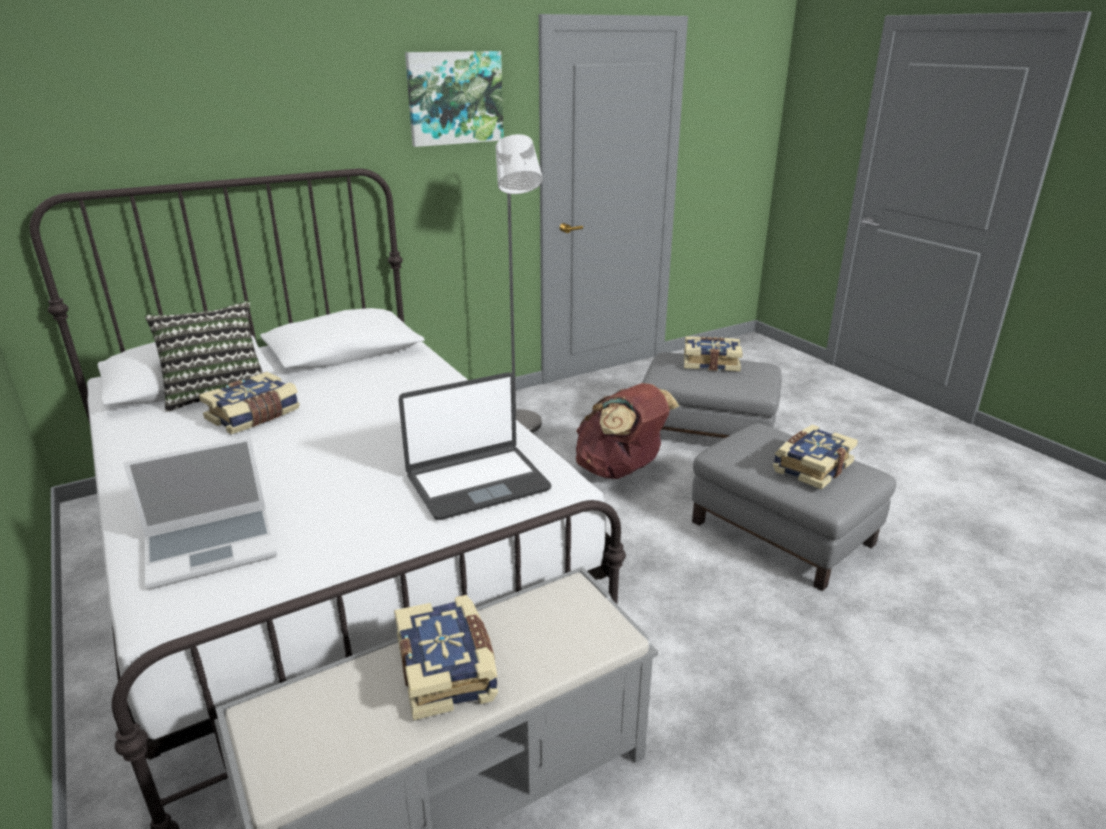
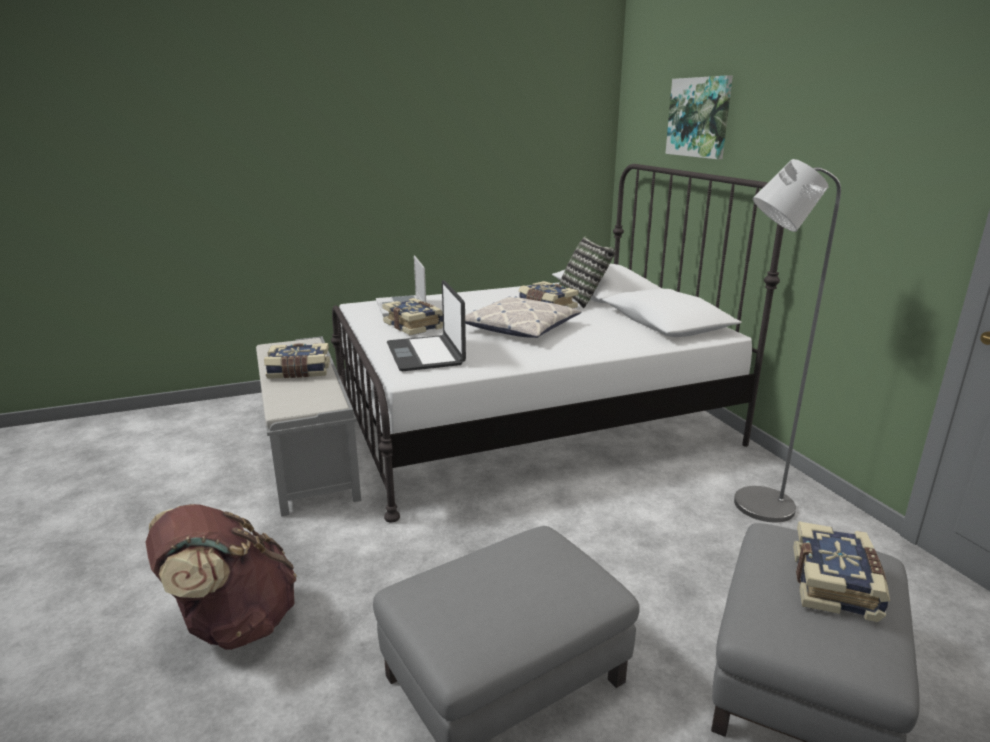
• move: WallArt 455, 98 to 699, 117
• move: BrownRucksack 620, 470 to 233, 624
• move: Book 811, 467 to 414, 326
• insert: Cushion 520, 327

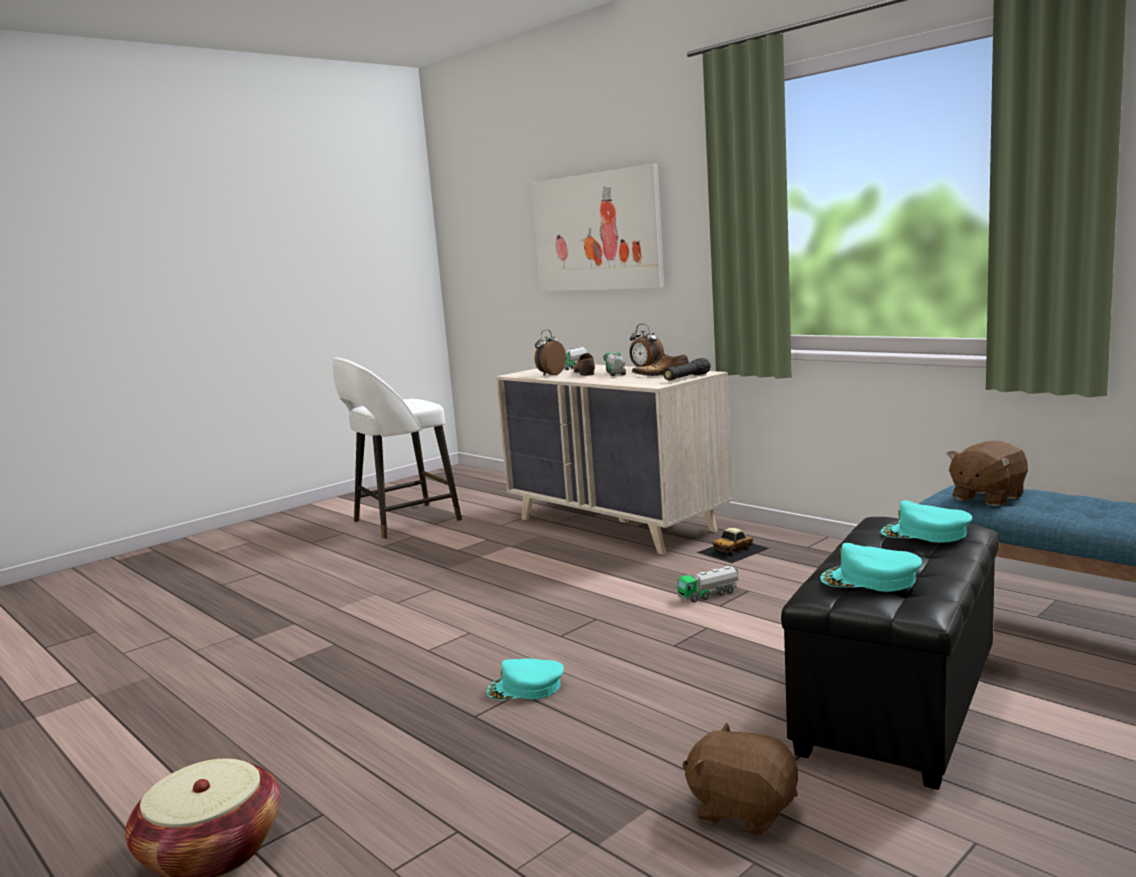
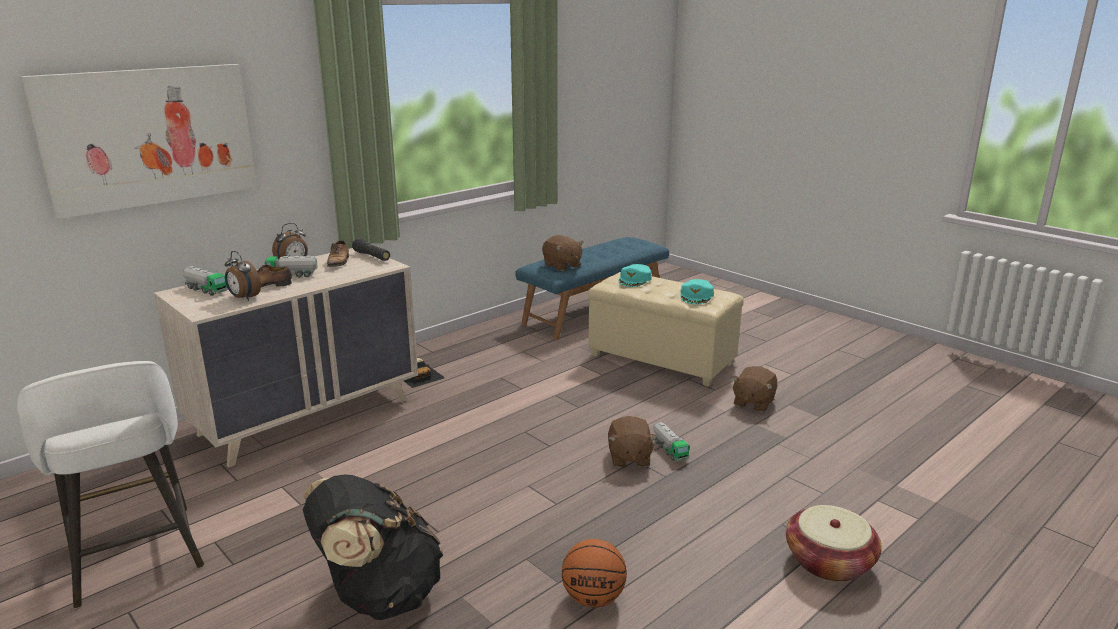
• recolor: BlackPouffe 901, 706 to BeigePouffe 662, 359
• move: ToyLorry 708, 595 to 669, 450
• replace: TurquoiseBaseballCap 526, 688 to BrownSoftToy 629, 458
• insert: BlackRucksack 378, 595
• insert: BasketballBall 593, 598

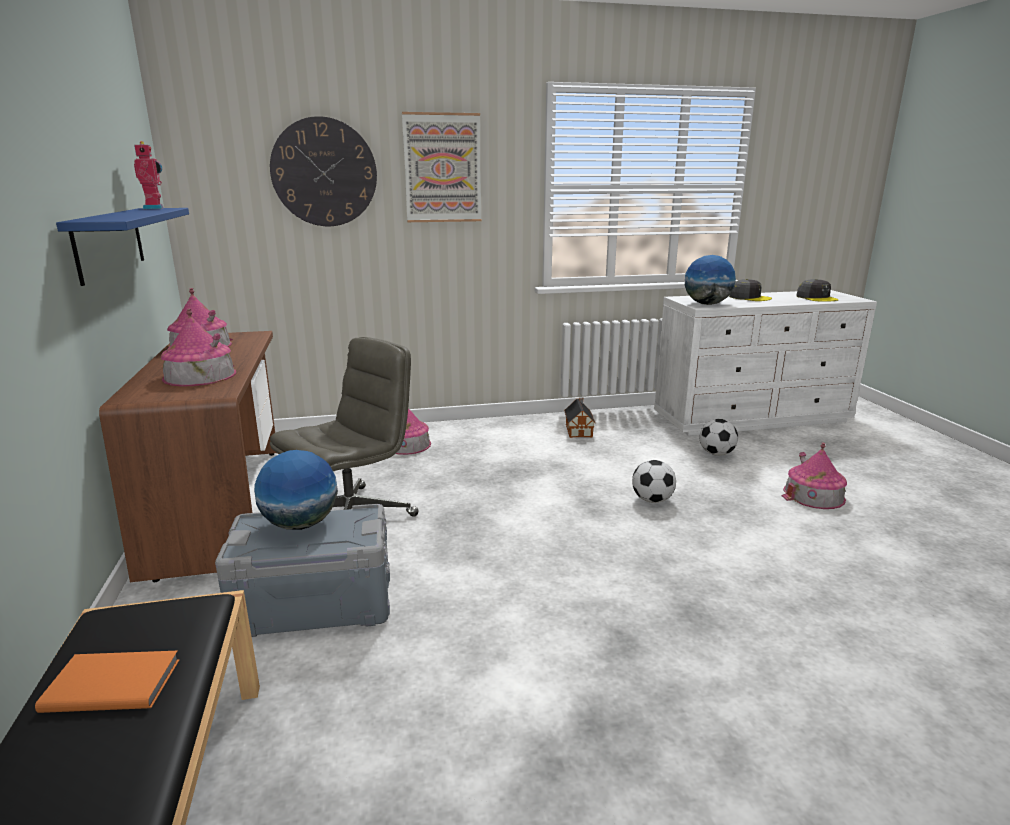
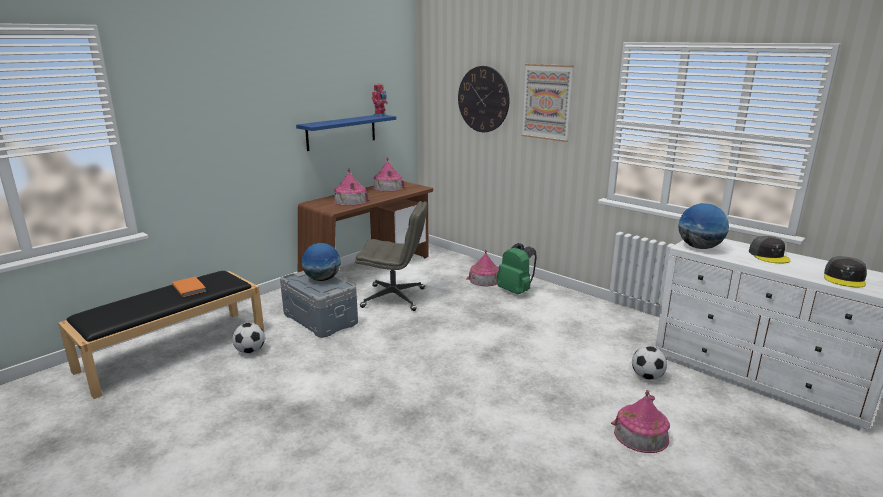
• delete: ToyHouse 579, 430
• move: Football 652, 500 to 250, 351
• insert: GreenishRucksack 516, 291

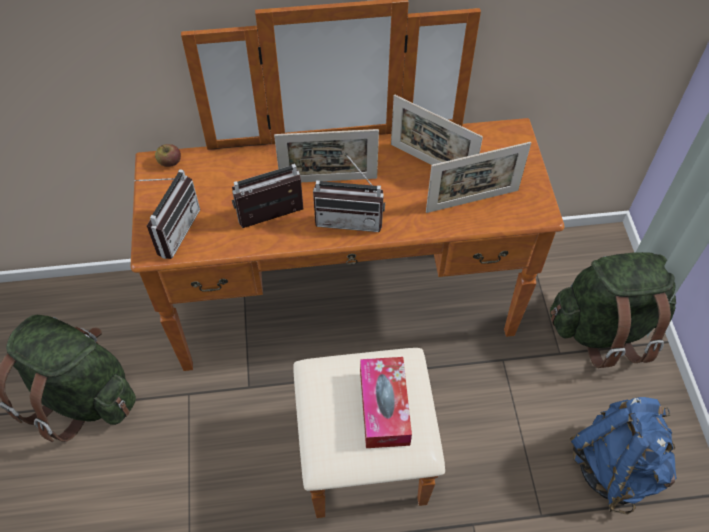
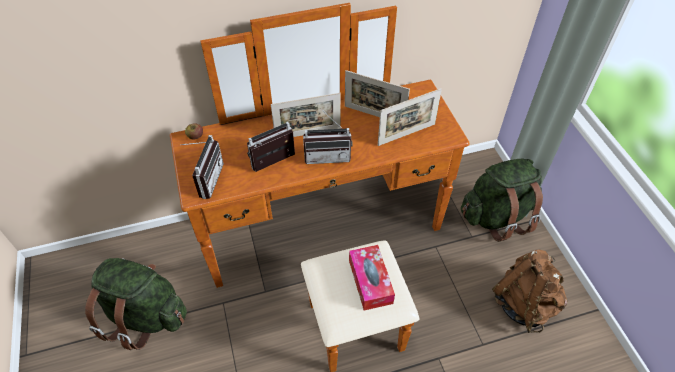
• recolor: BluishRucksack 615, 466 to BrownRucksack 524, 303

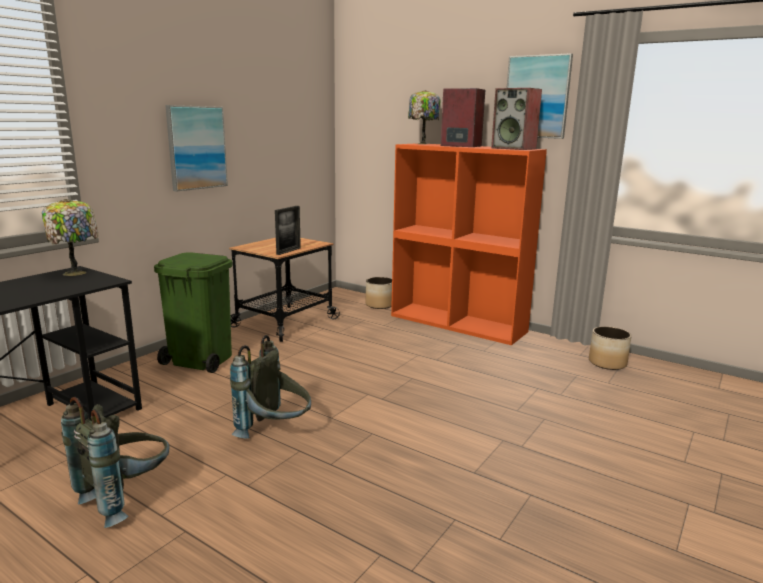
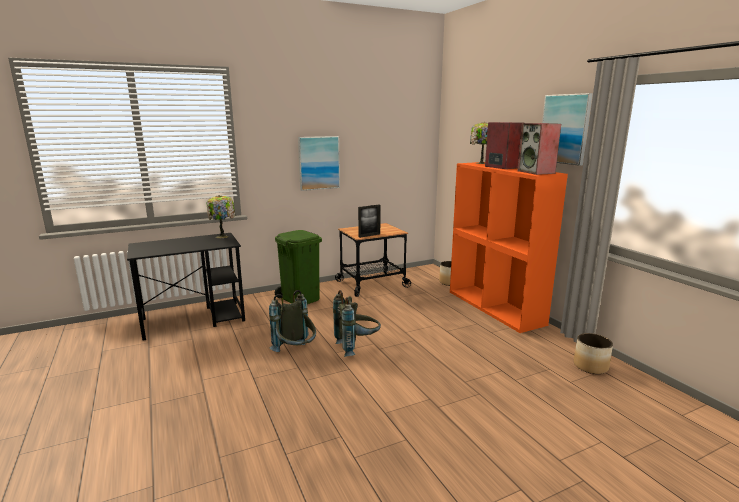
• move: GreyishRucksack 127, 497 to 357, 347

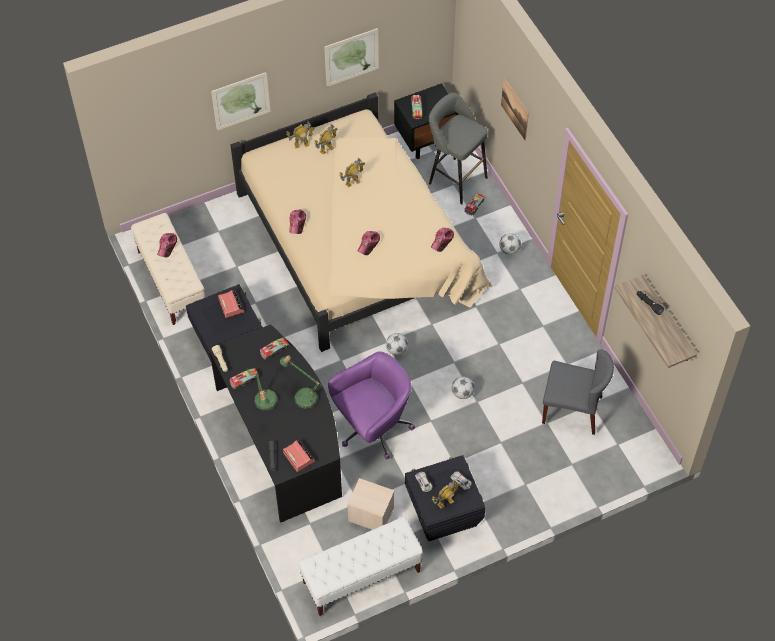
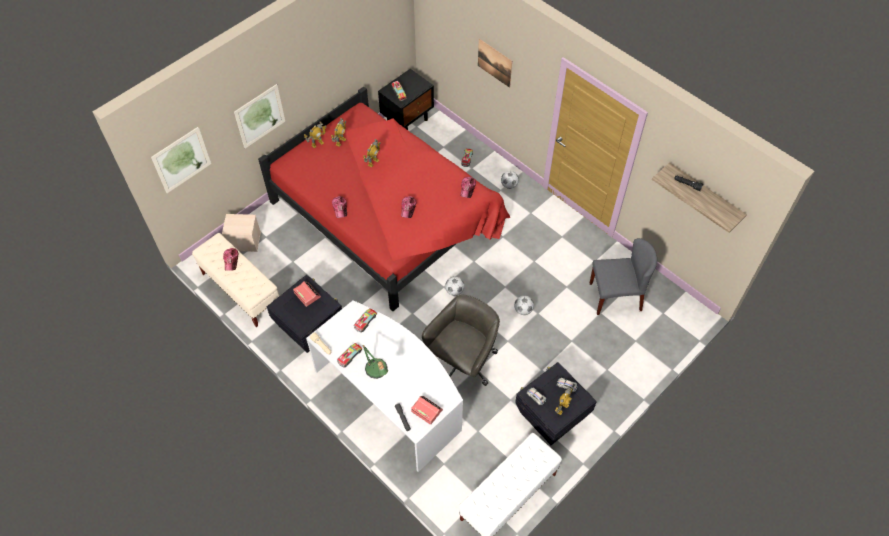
• move: WallArt 351, 57 to 181, 160
• recolor: BeigeBedroomBed 359, 244 to ReddishBedroomBed 388, 214
• delete: GreyishStool 455, 179
• recolor: BlackDeskUnit 282, 439 to WhitishDeskUnit 390, 397
• recolor: PurpleDeskChair 373, 428 to GreyishDeskChair 462, 362
• delete: LampForATable 303, 395
• move: BeigeStorageBox 370, 514 to 244, 241

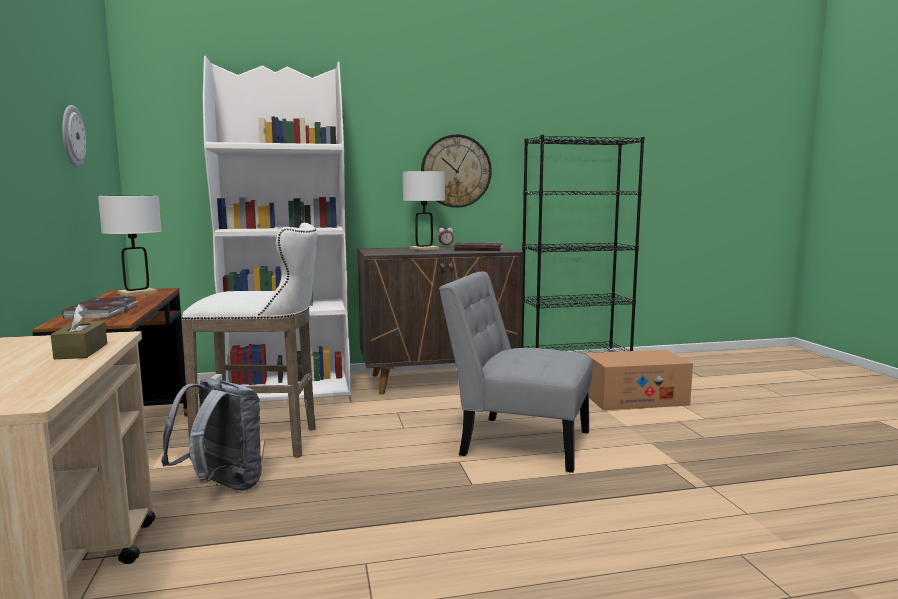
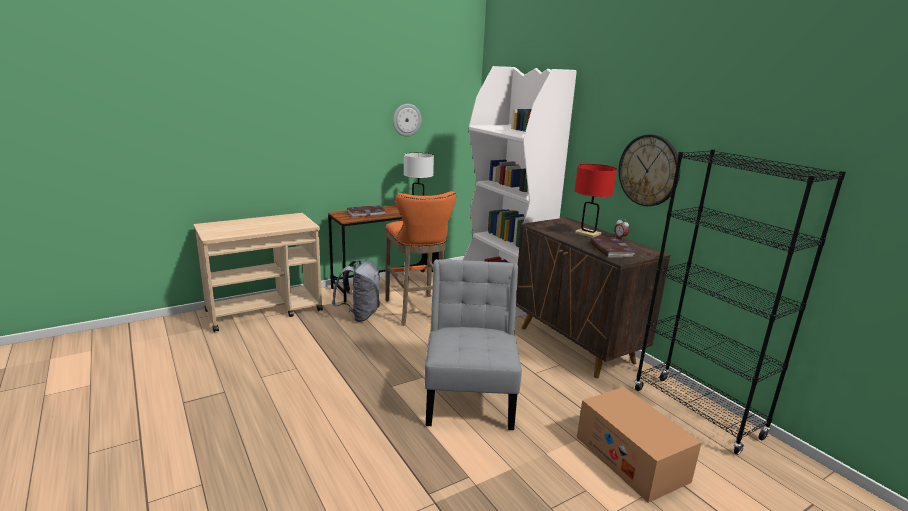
• recolor: WhitishLampForATable 424, 249 to ReddishLampForATable 587, 233
• recolor: WhitishStool 264, 442 to OrangeyStool 416, 311
• delete: BrownTissueHolder 81, 351

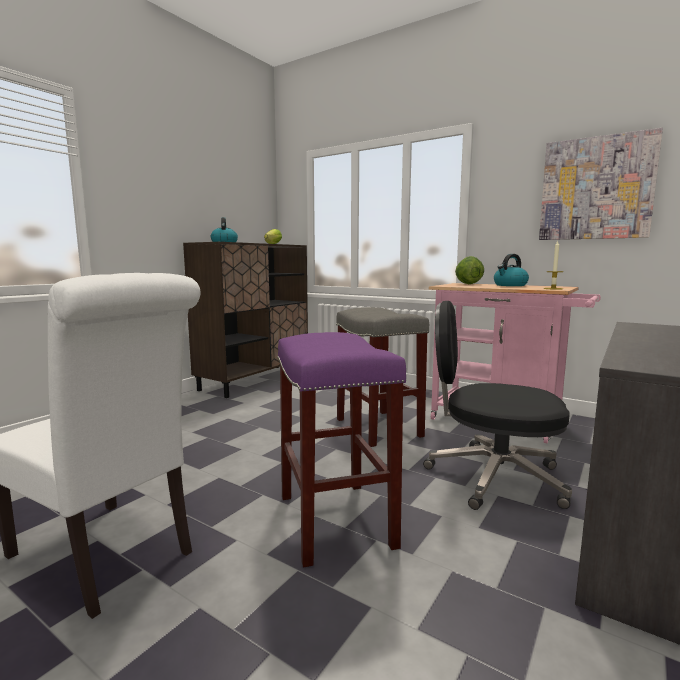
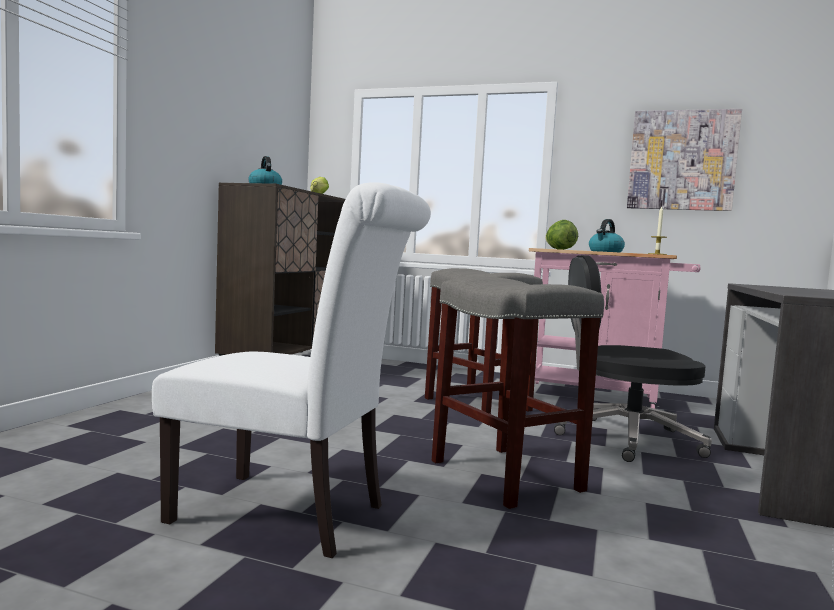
• recolor: PurpleStool 336, 521 to GreyishStool 507, 476

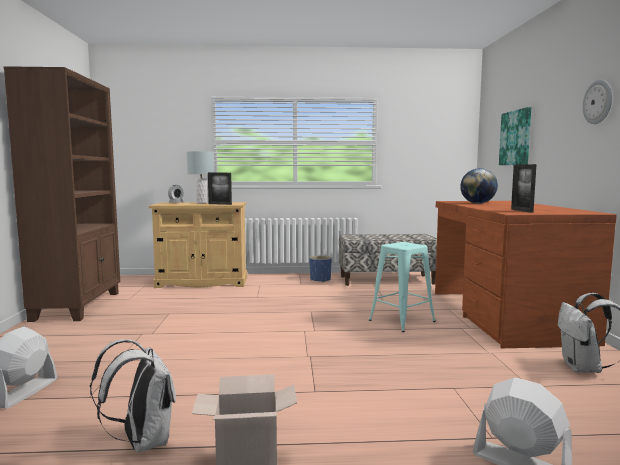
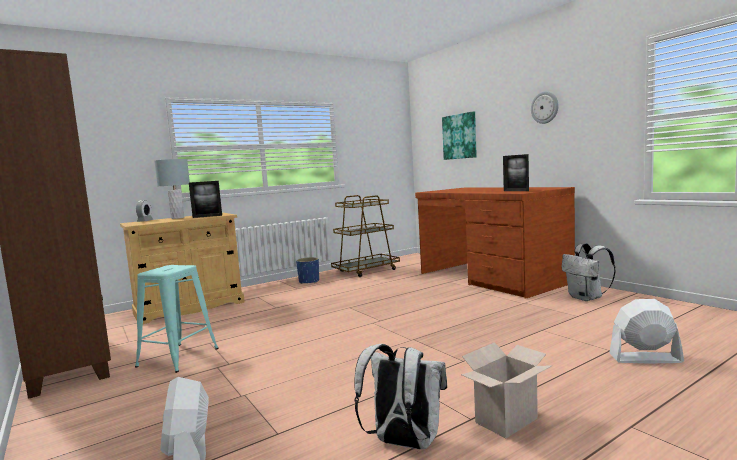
• delete: WorldGlobe 477, 203
• replace: LongSeat 386, 280 to BrownCart 366, 271
• move: TurquoiseStool 402, 321 to 178, 357

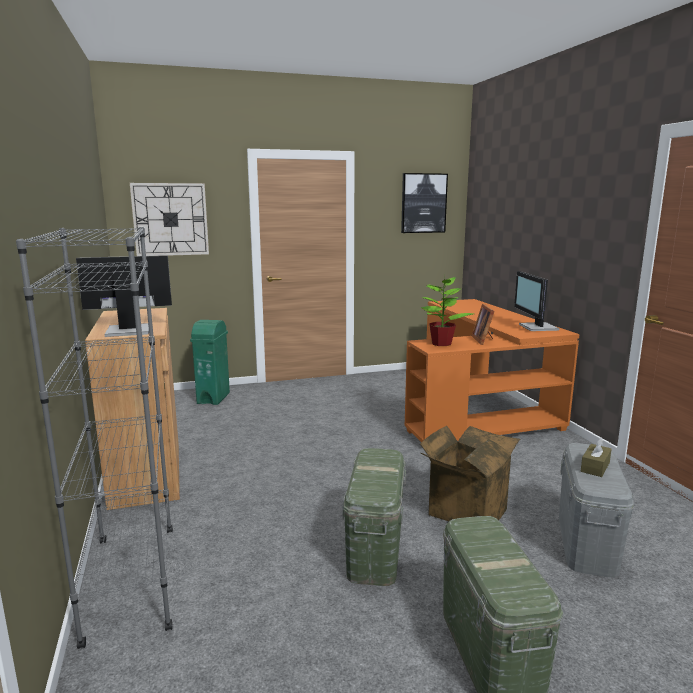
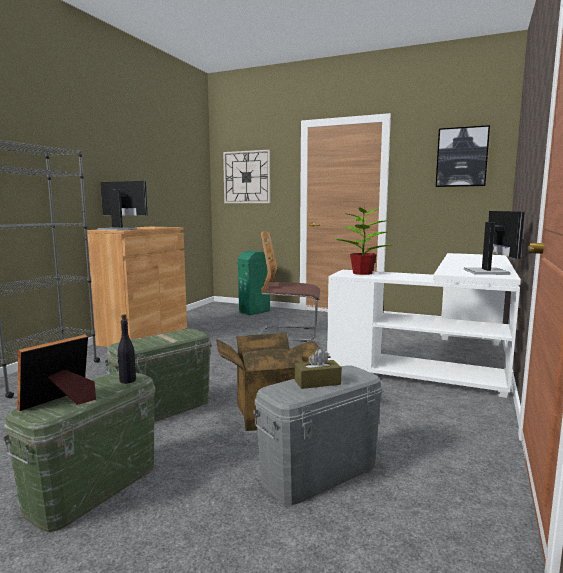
• rotate: ComputerDisplay 537, 327 = 488, 272 150 degrees clockwise
• recolor: OrangeyDeskUnit 480, 408 to WhitishDeskUnit 446, 360
• move: PictureFrame 484, 340 to 62, 402
• insert: Chair 288, 334
• insert: BlackDrinkBottle 127, 380

